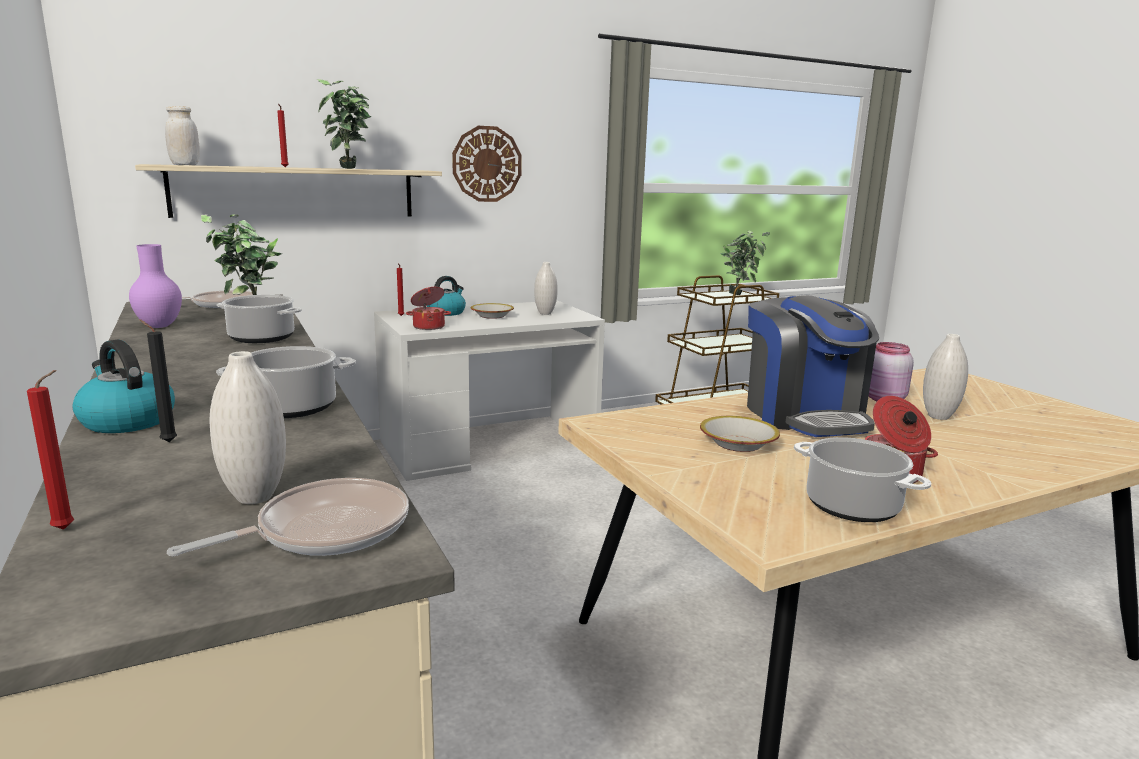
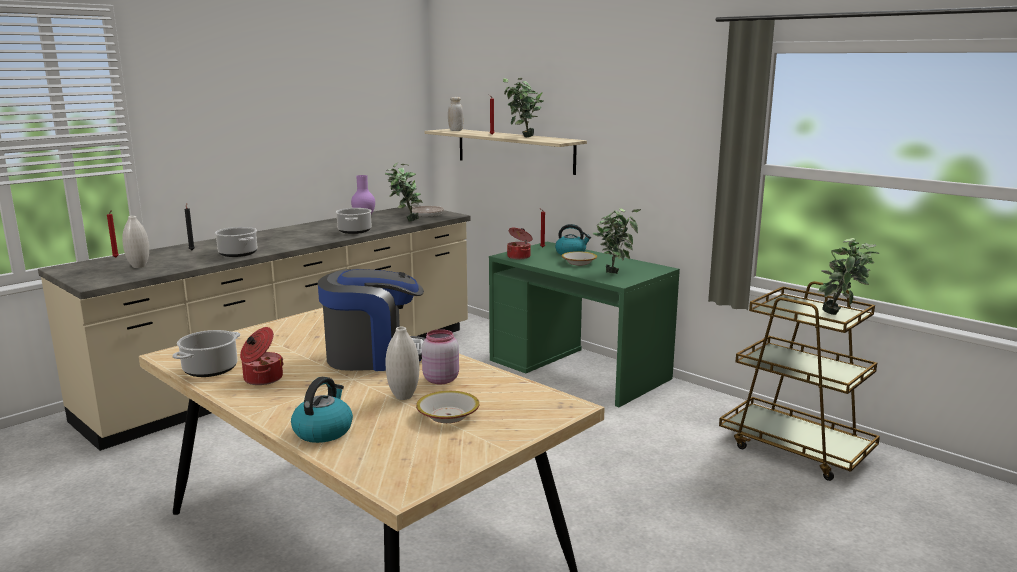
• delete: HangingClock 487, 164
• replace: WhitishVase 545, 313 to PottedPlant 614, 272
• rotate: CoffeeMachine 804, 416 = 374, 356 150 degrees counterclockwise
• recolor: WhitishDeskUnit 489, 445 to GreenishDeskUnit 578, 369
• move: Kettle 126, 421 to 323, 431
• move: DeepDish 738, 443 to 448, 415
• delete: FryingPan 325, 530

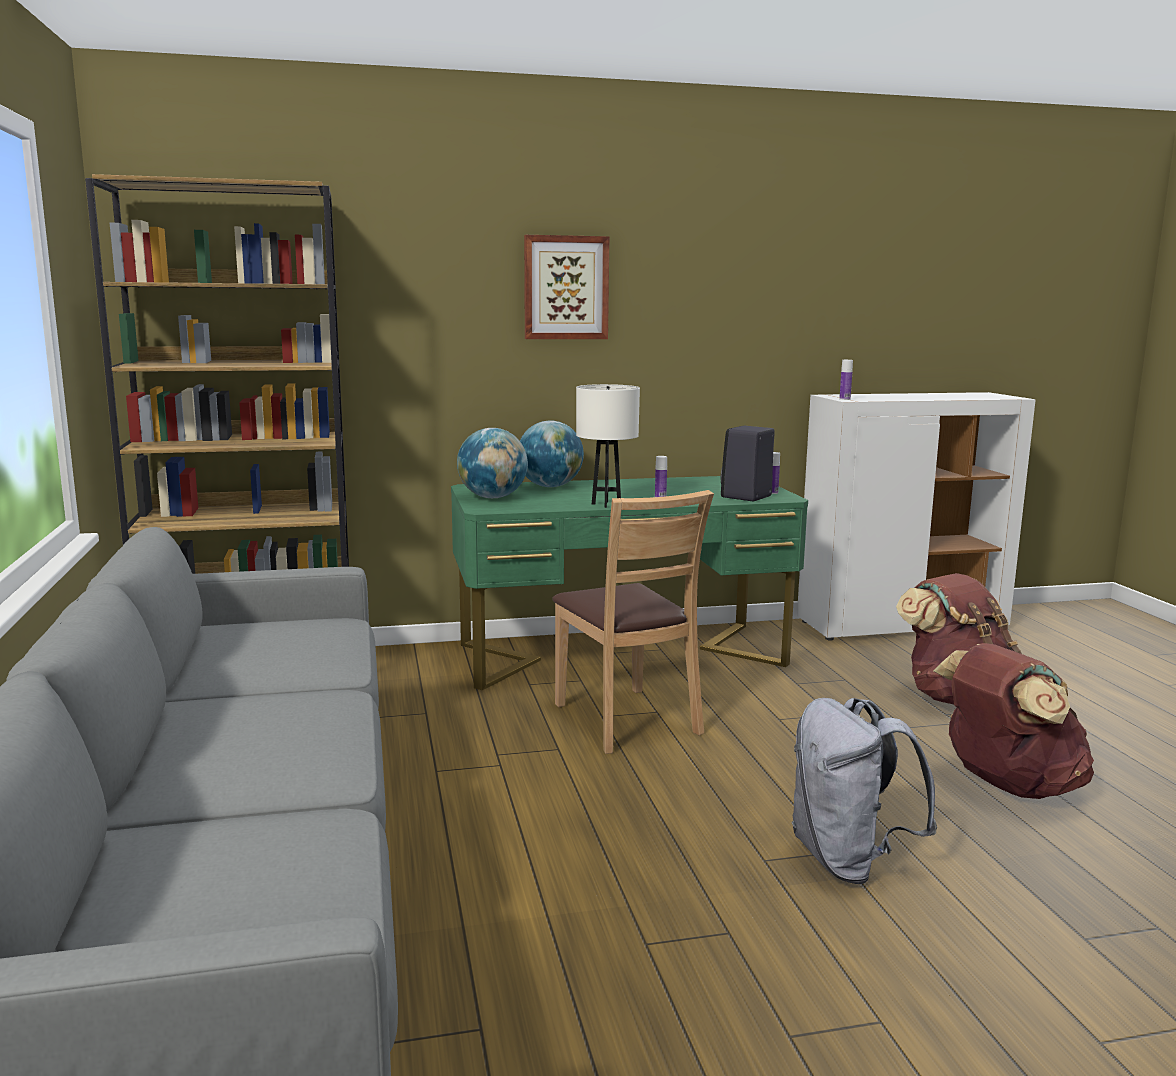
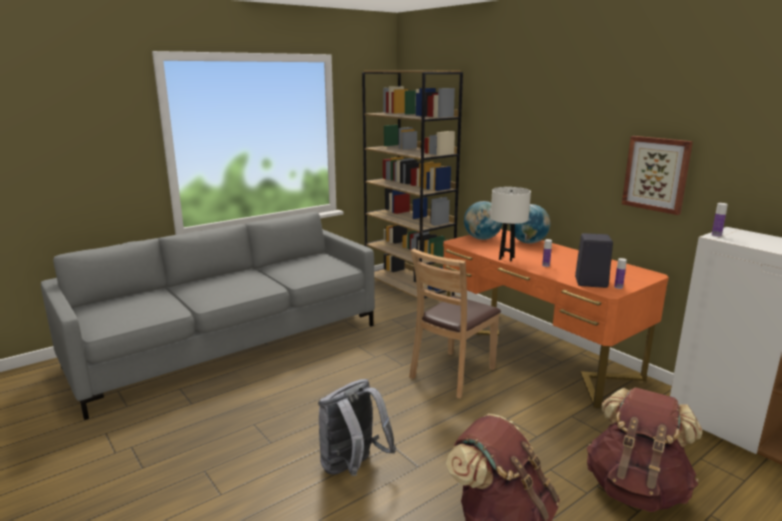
• move: WallArt 565, 288 to 656, 174
• recolor: GreenishDeskUnit 622, 655 to OrangeyDeskUnit 536, 353

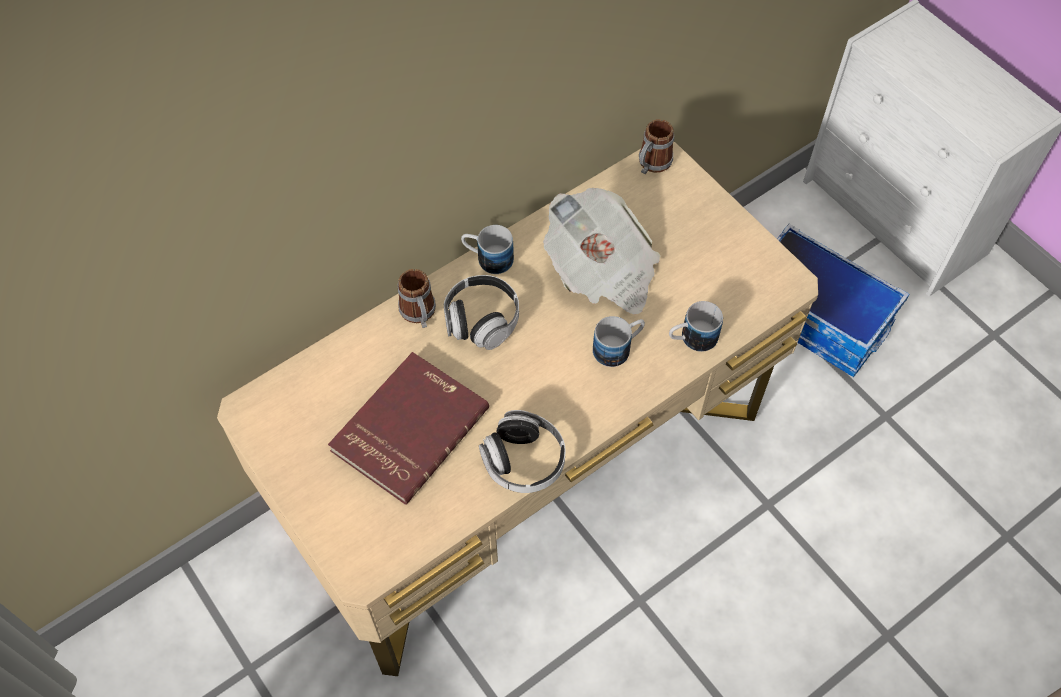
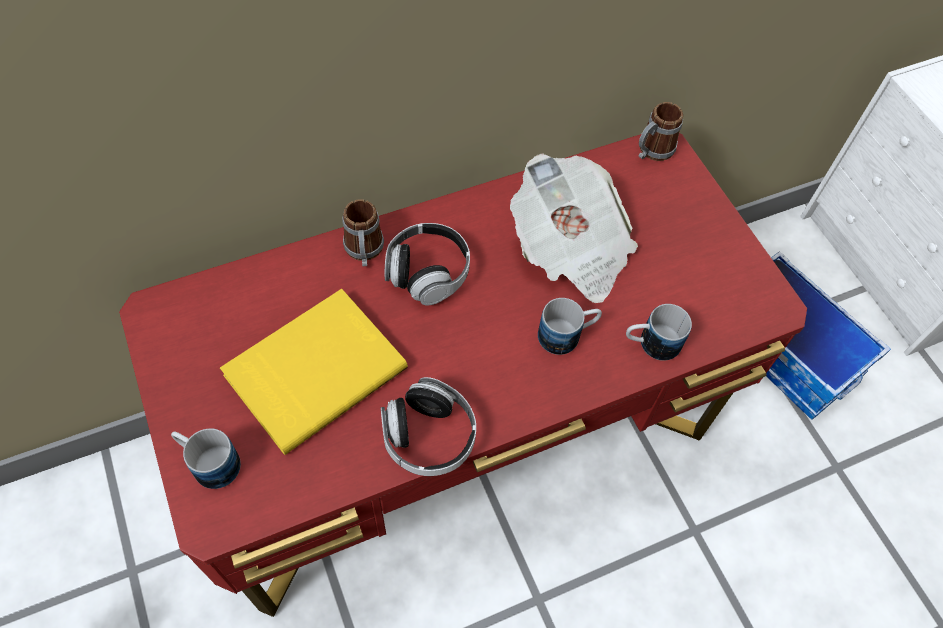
• recolor: BeigeDeskUnit 528, 469 to ReddishDeskUnit 461, 436
• move: TeaMug 487, 258 to 208, 462
• recolor: ReddishBook 408, 428 to YellowishBook 314, 370

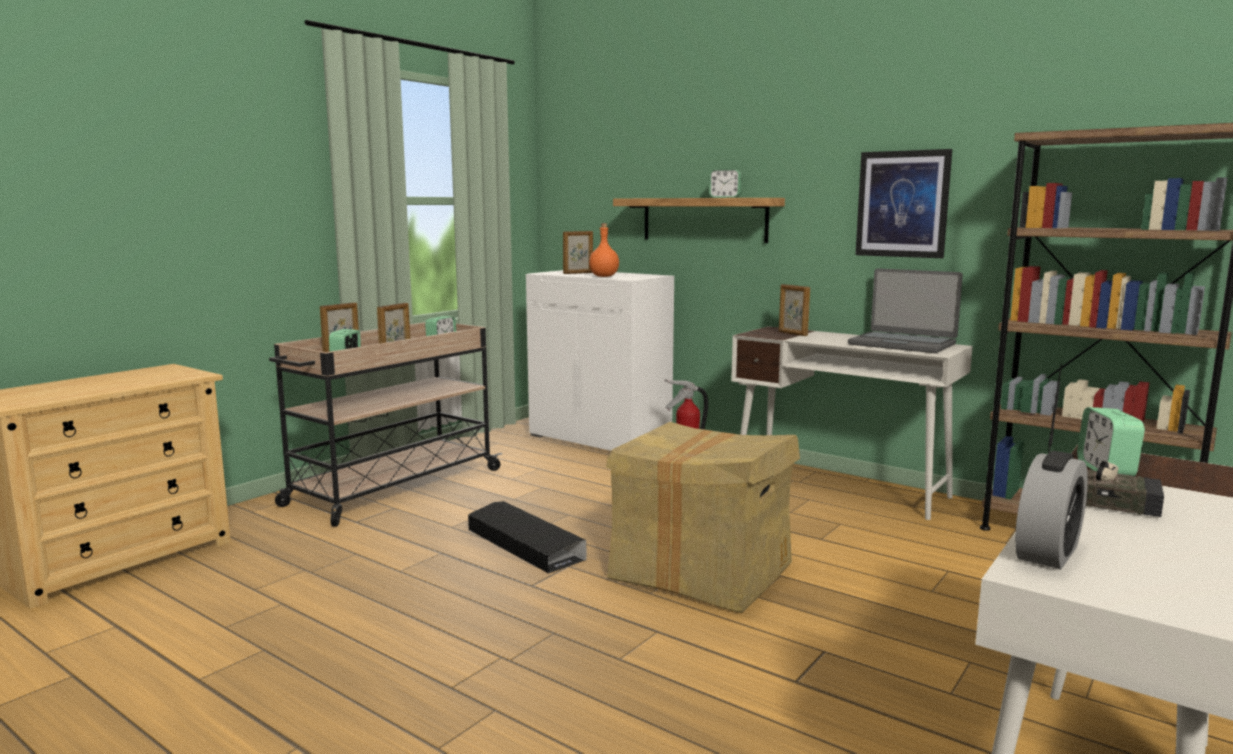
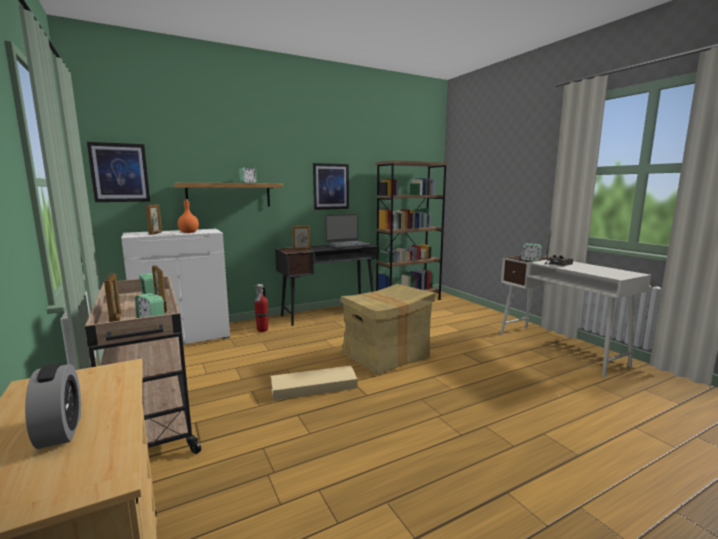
• recolor: WhitishDeskUnit 840, 487 to BlackDeskUnit 329, 313
• move: AlarmClock 1047, 552 to 60, 431
• recolor: BlackStorageBox 524, 544 to BeigeStorageBox 313, 387
• insert: WallArt 120, 172

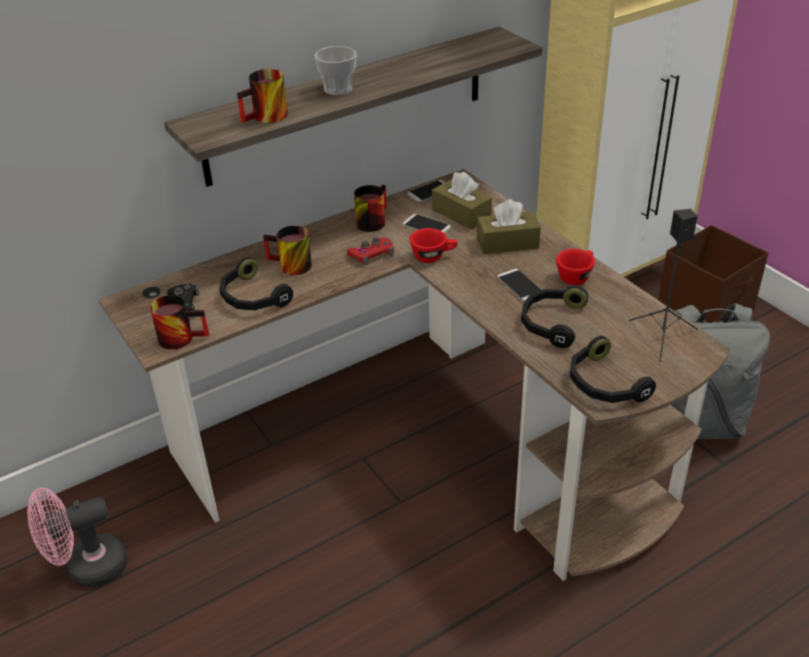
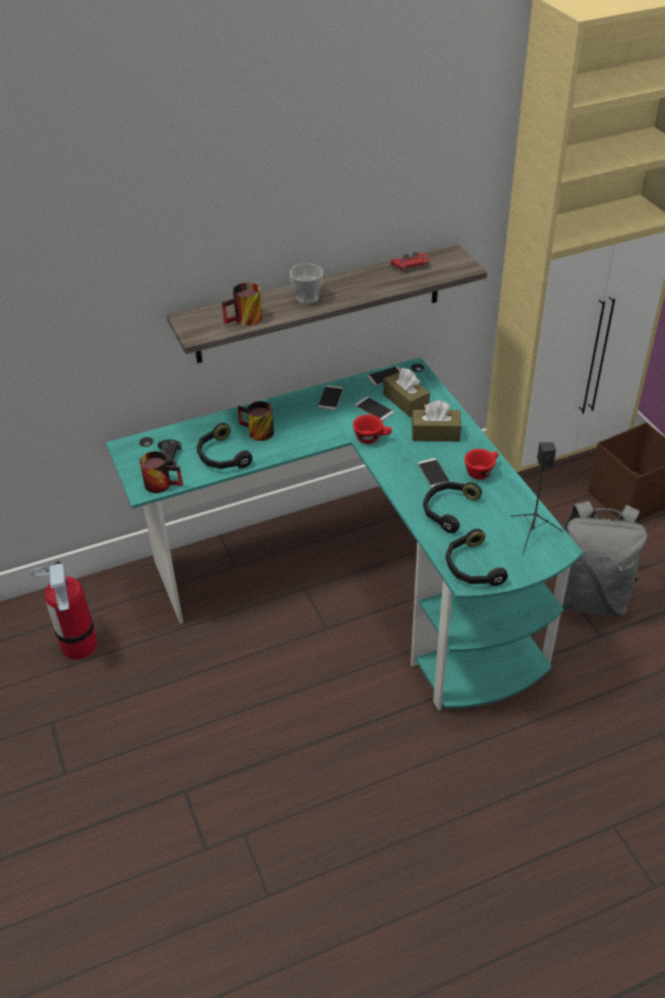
• recolor: BrownDeskUnit 431, 441 to TurquoiseDeskUnit 363, 581
• replace: TeaMug 371, 220 to Handset 330, 398
• move: ReddishJoypad 372, 255 to 410, 266
• replace: PinkColouredElectricFan 87, 569 to FireExtinguisher 79, 645

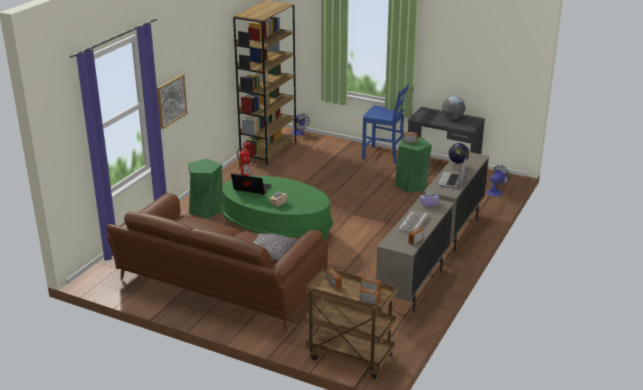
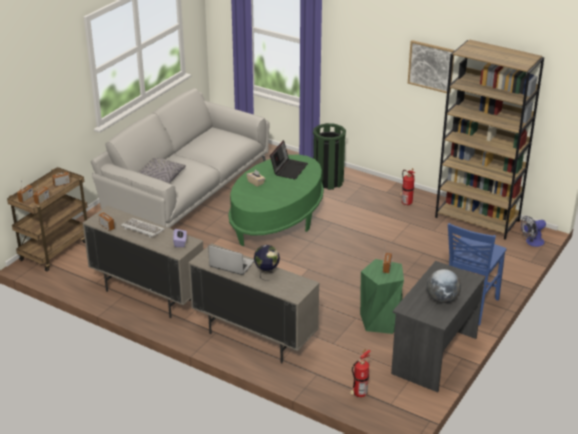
• move: WallArt 171, 100 to 431, 66
• replace: GreenishStool 206, 210 to GreenishRubbishBin 328, 181
• replace: ElectricFan 496, 192 to FireExtinguisher 359, 395
• recolor: BrownCouch 219, 285 to GreyishCouch 186, 189

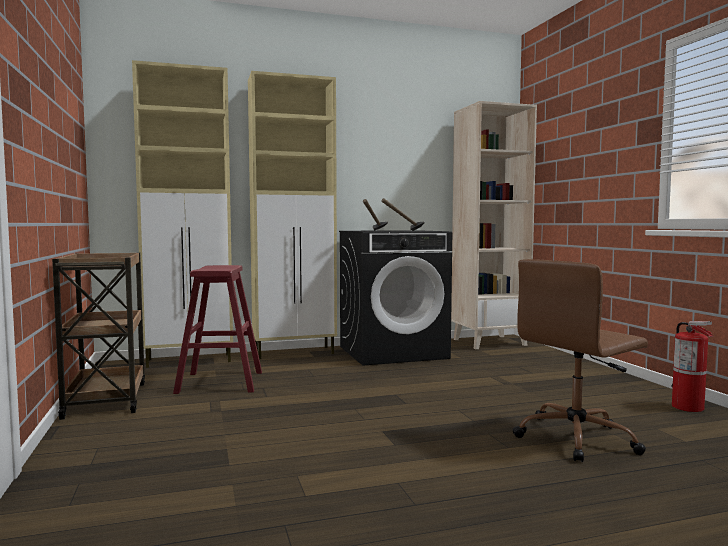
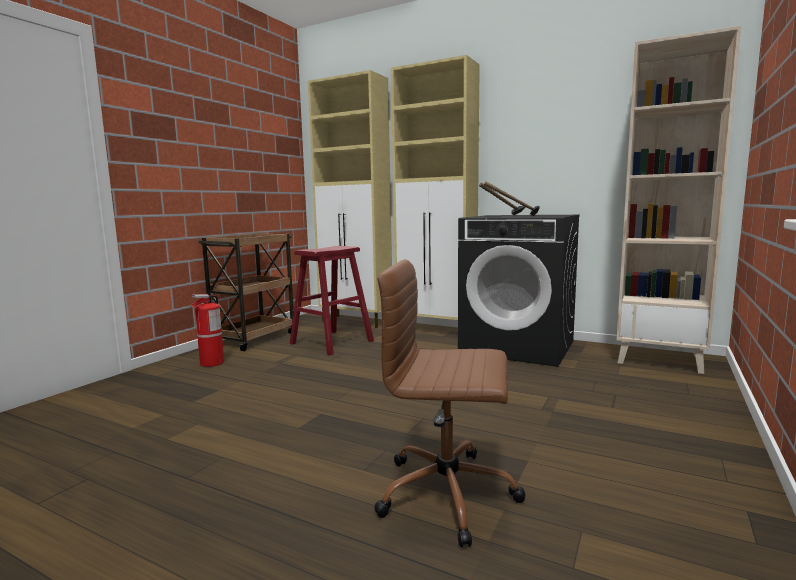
• move: FireExtinguisher 688, 407 to 212, 363

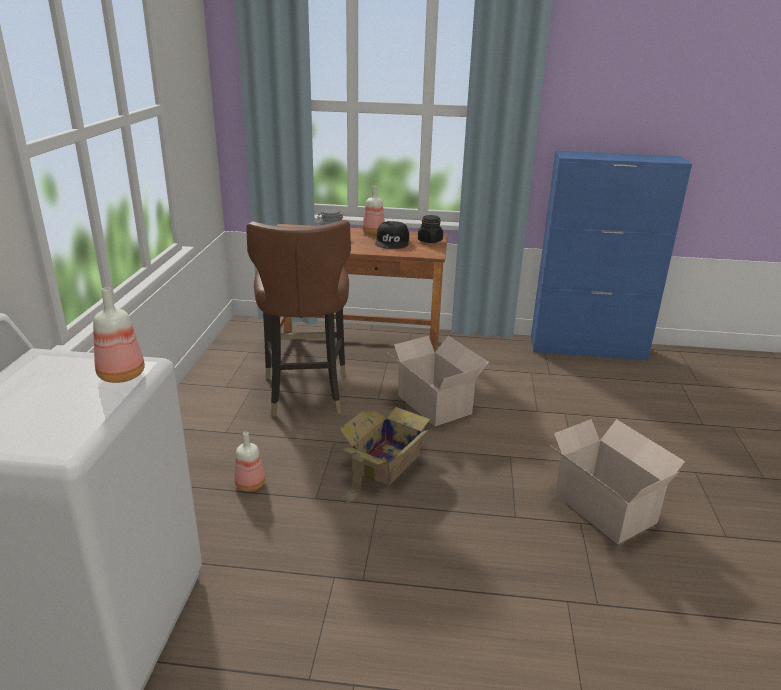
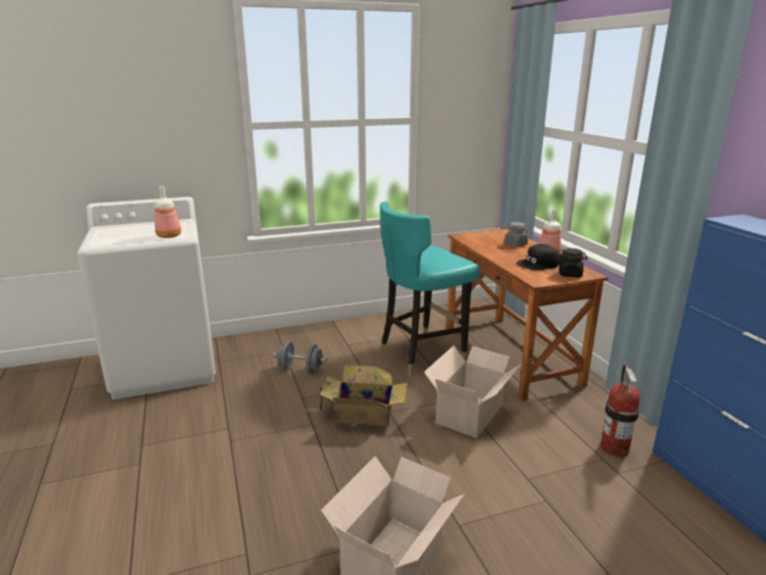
• recolor: BrownChair 305, 393 to TurquoiseChair 422, 354
• replace: DrinkBottle 250, 484 to GreyishHandWeight 301, 370
• insert: FireExtinguisher 614, 448

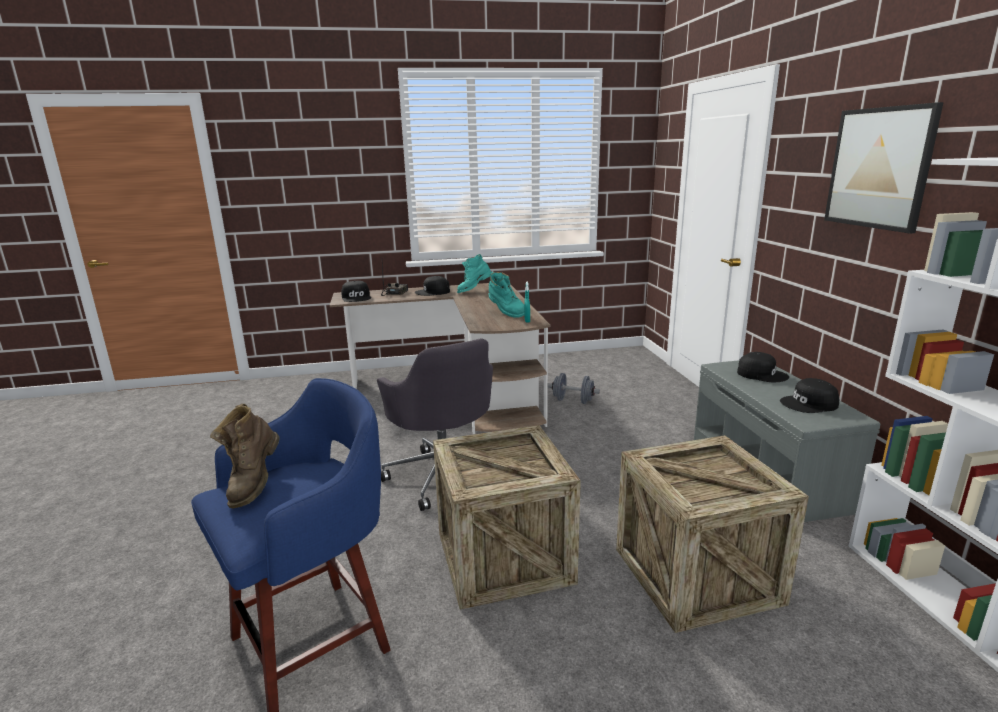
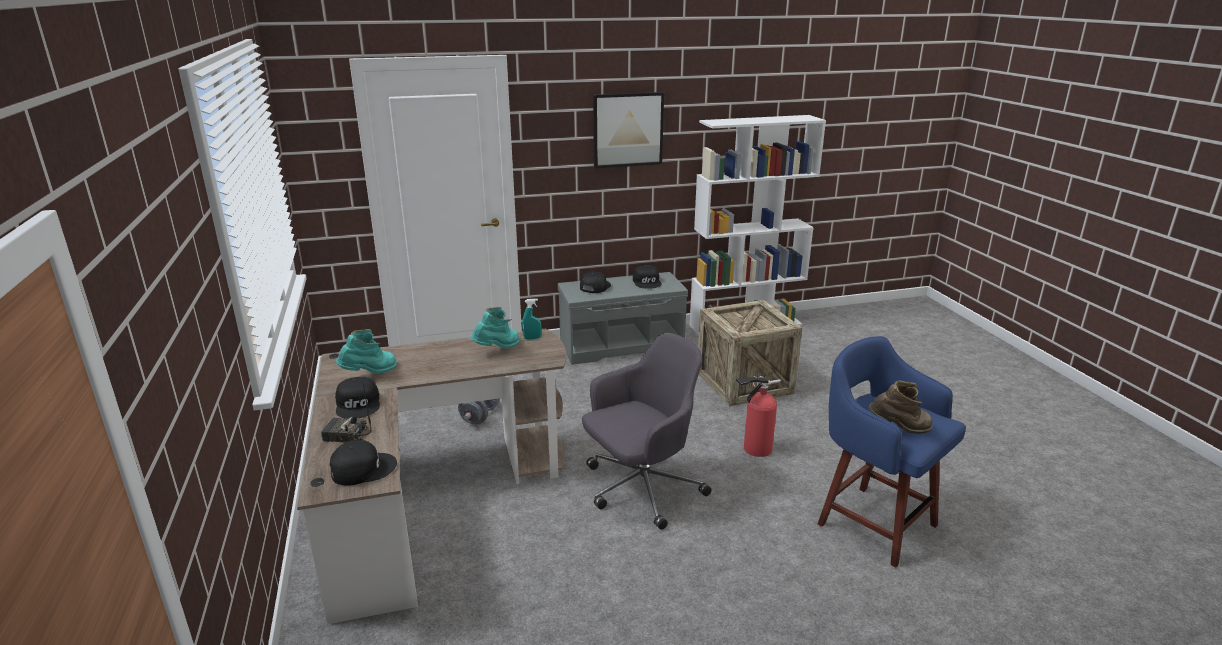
• rotate: TurquoiseBoot 474, 291 = 370, 374 90 degrees counterclockwise
• replace: ShippingCrate 503, 557 to FireExtinguisher 754, 449

